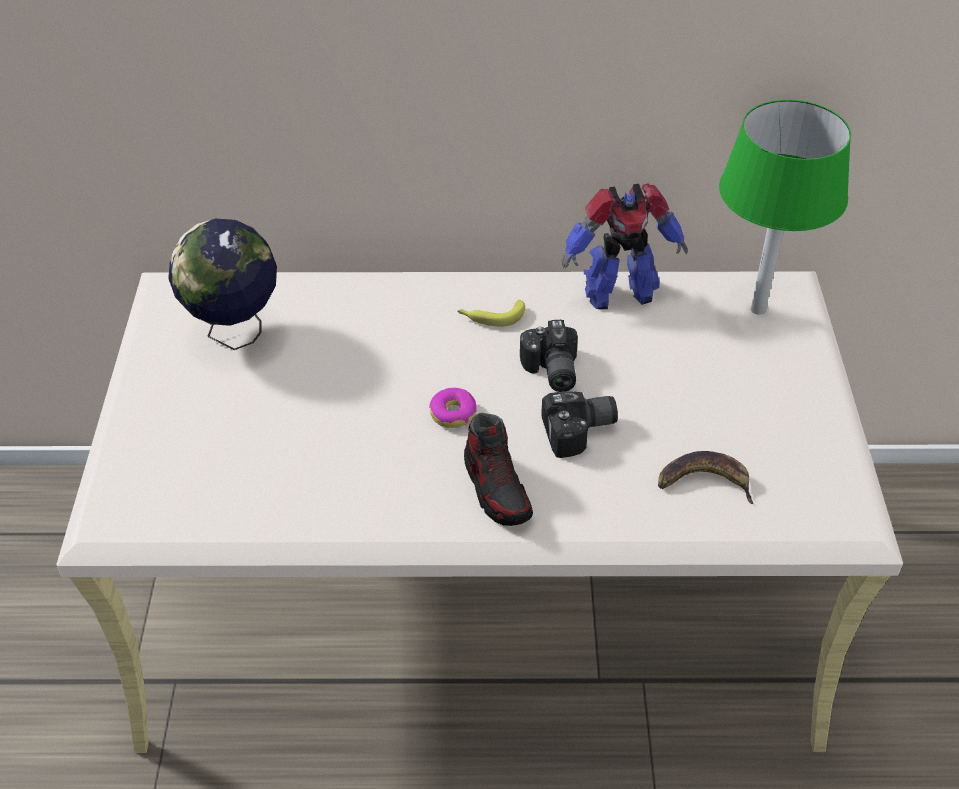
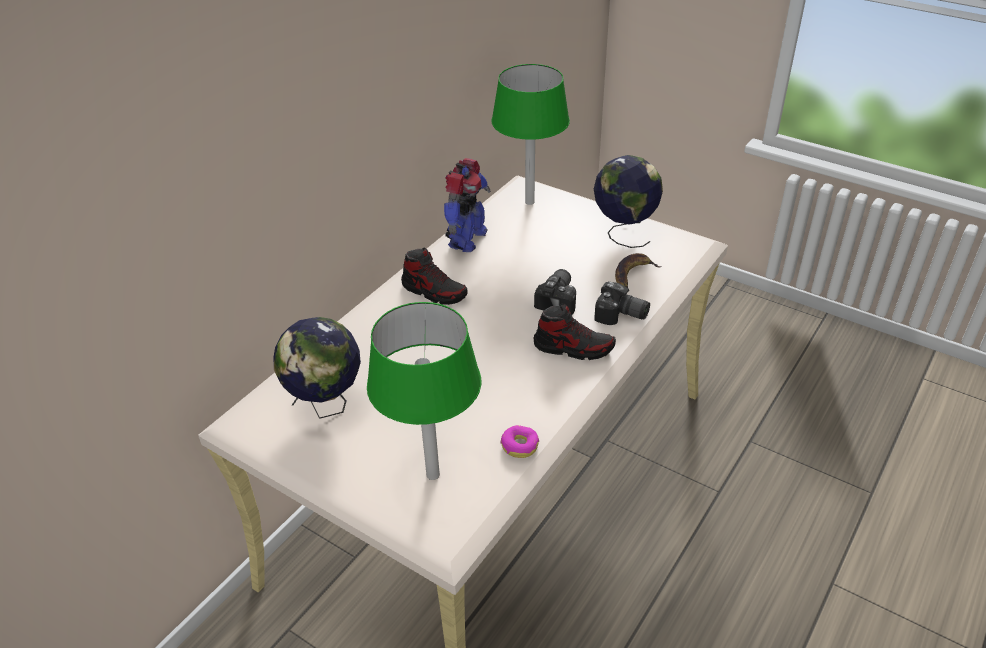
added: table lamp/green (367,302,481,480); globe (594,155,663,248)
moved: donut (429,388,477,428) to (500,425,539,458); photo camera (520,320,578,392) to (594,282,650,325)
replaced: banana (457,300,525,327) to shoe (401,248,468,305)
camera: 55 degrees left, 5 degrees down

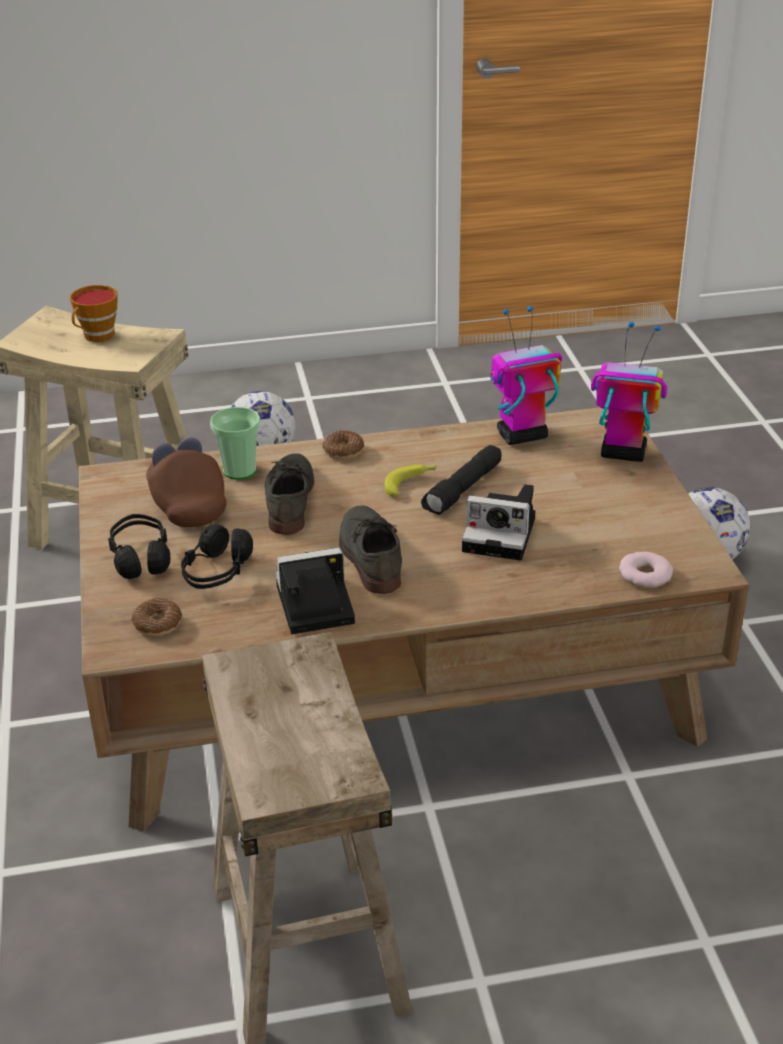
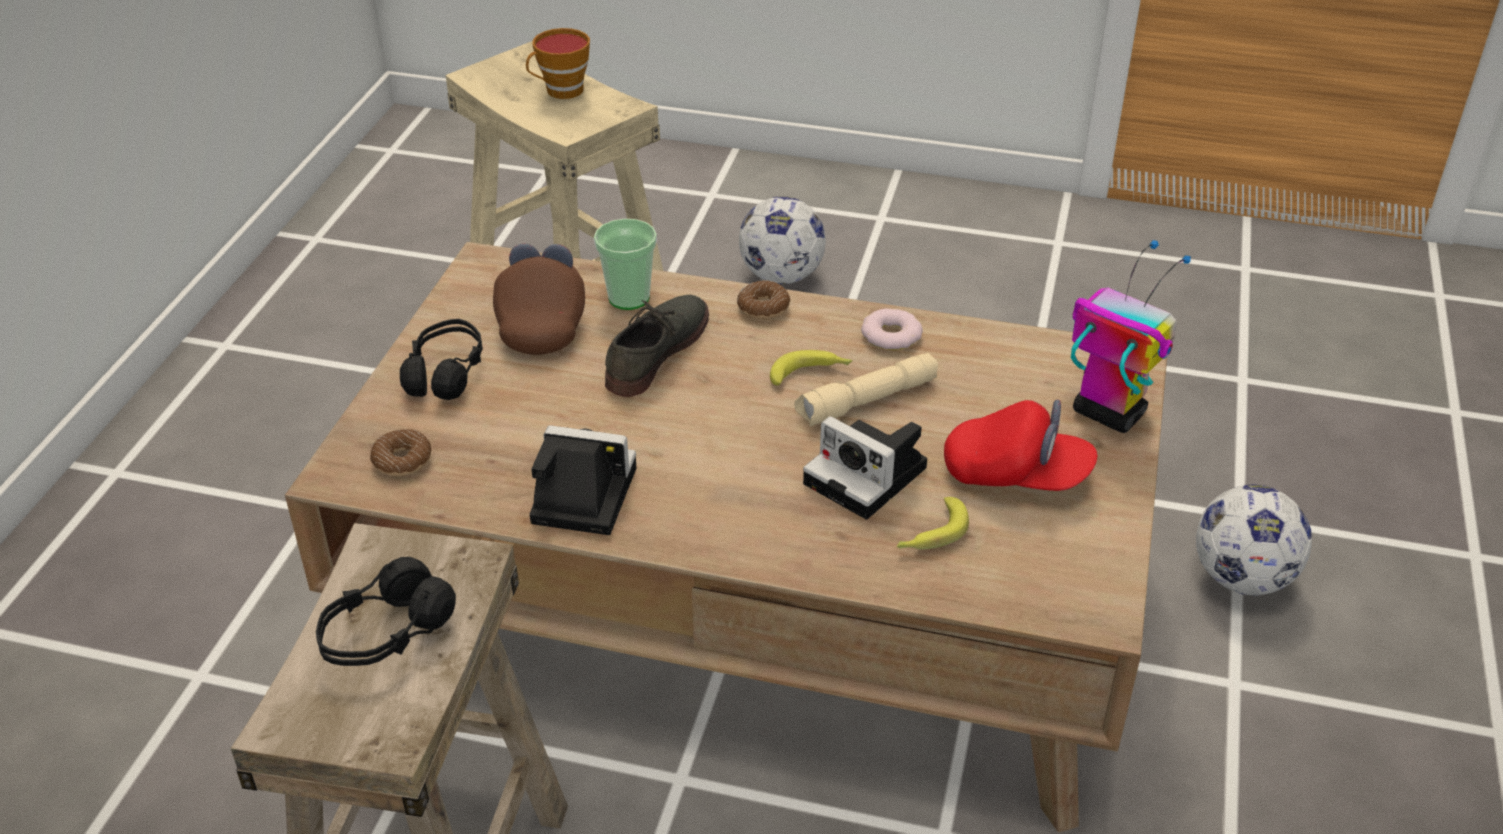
removed: shoe/grey (339,505,402,594); toy robot (490,306,562,445)
added: banana (897,497,969,550); cap/red (944,400,1098,491)
moved: headphones/black (181,524,253,589) to (316,557,456,666); donut (619,552,673,588) to (861,309,923,350)
recoloured: flashlight/black (421,445,501,515) to flashlight/beige (794,353,938,427)
camera: 25 degrees right, 5 degrees up

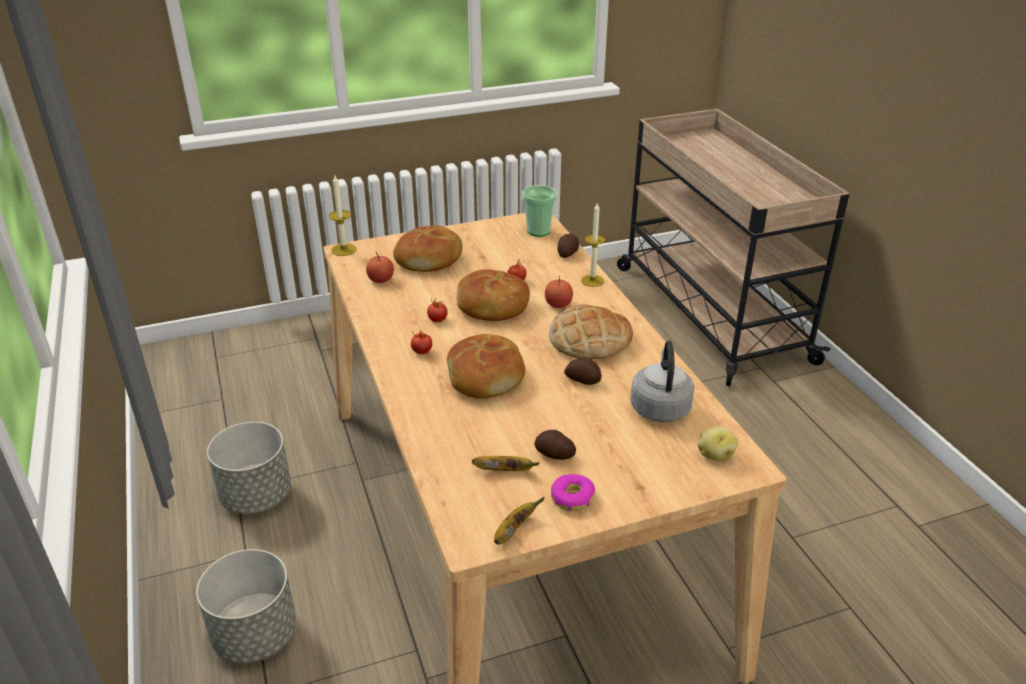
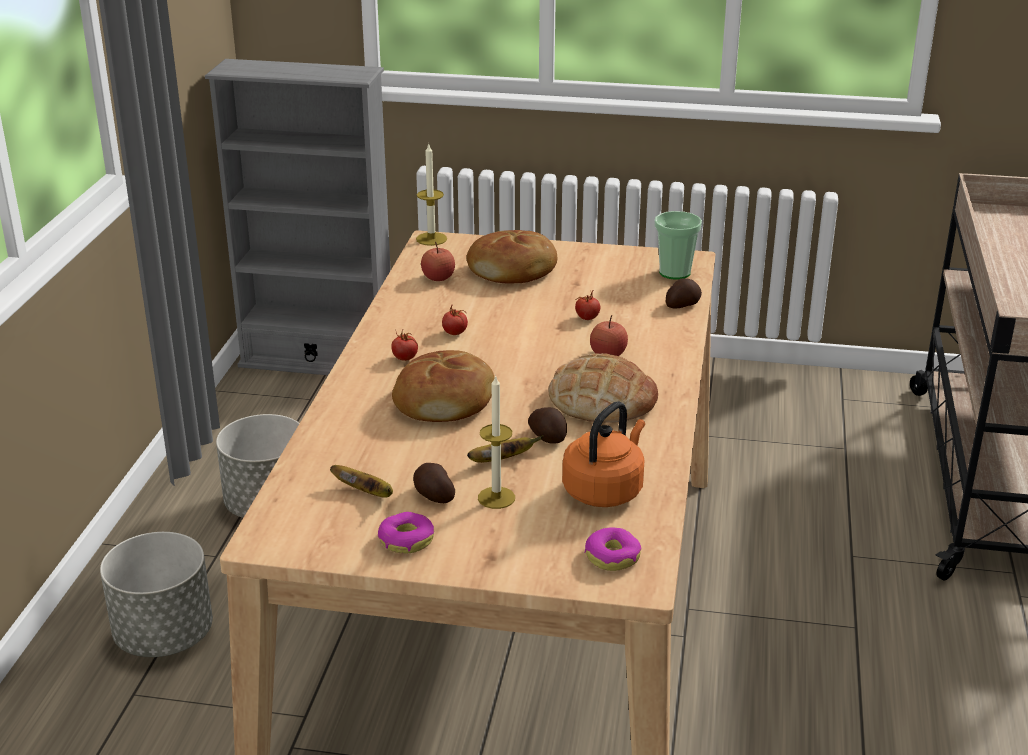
removed: bread (457,269,530,321)
added: bookcase/grey (205,59,391,375)
moved: banana (494,497,545,544) to (467,435,543,463); candle (581,202,605,287) to (478,375,515,509)
replaced: potato (698,426,738,461) to donut (585,527,642,571)
recoloured: kettle/grey (630,341,694,422) to kettle/orange (562,401,645,507)
camera: 30 degrees right, 5 degrees down

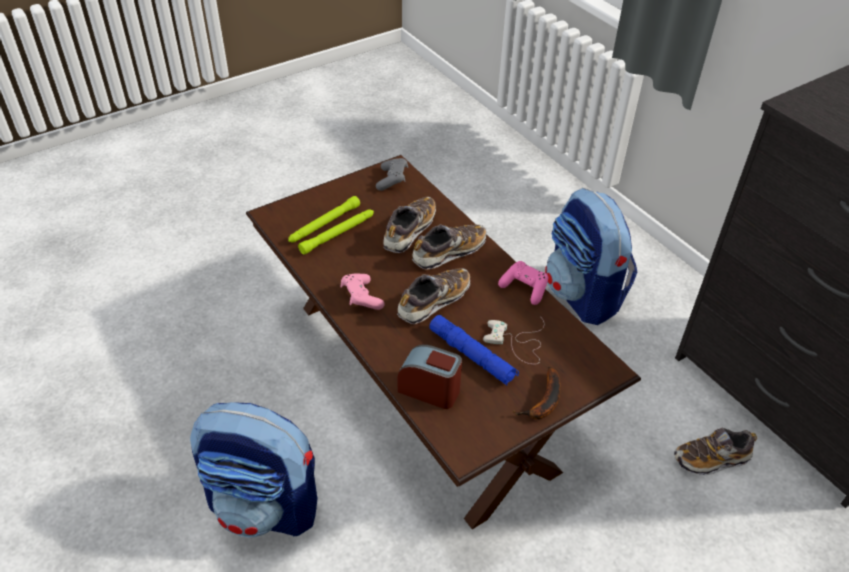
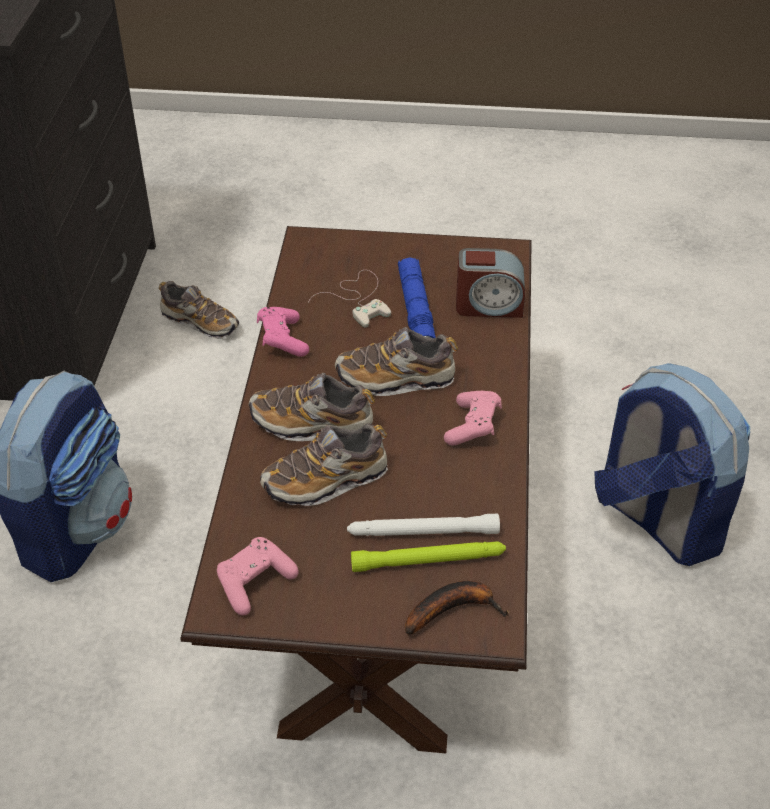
moved: banana (512,367,561,419) to (405,581,509,636)
recoloured: flashlight/green (298,209,374,254) to flashlight/white (347,514,500,536); game controller/grey (376,158,408,191) to game controller/pink (217,537,299,615)
turned: alarm clock (398,345,462,409) = (456,248,525,318) 60 degrees counterclockwise
camera: 140 degrees left, 0 degrees up

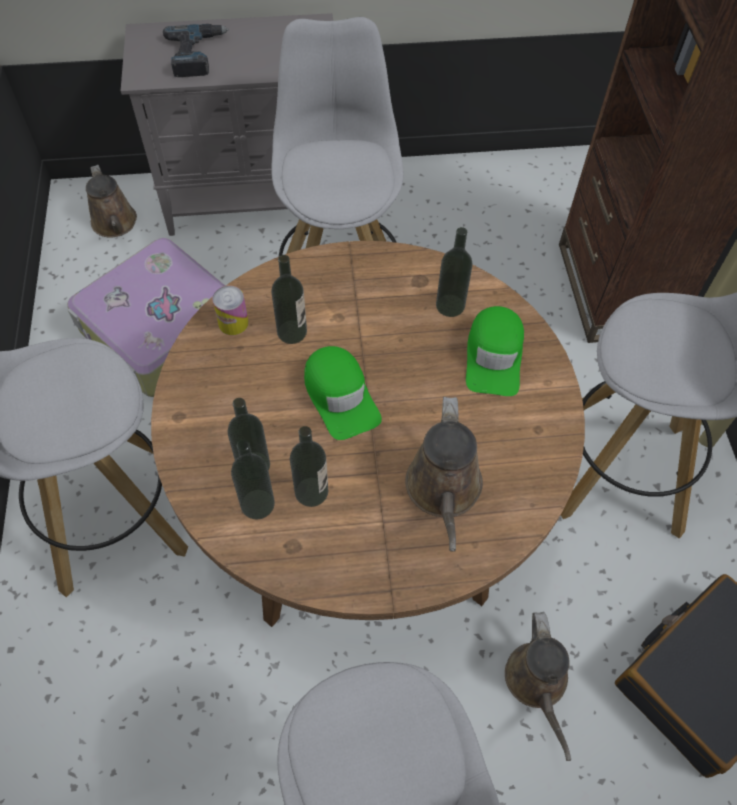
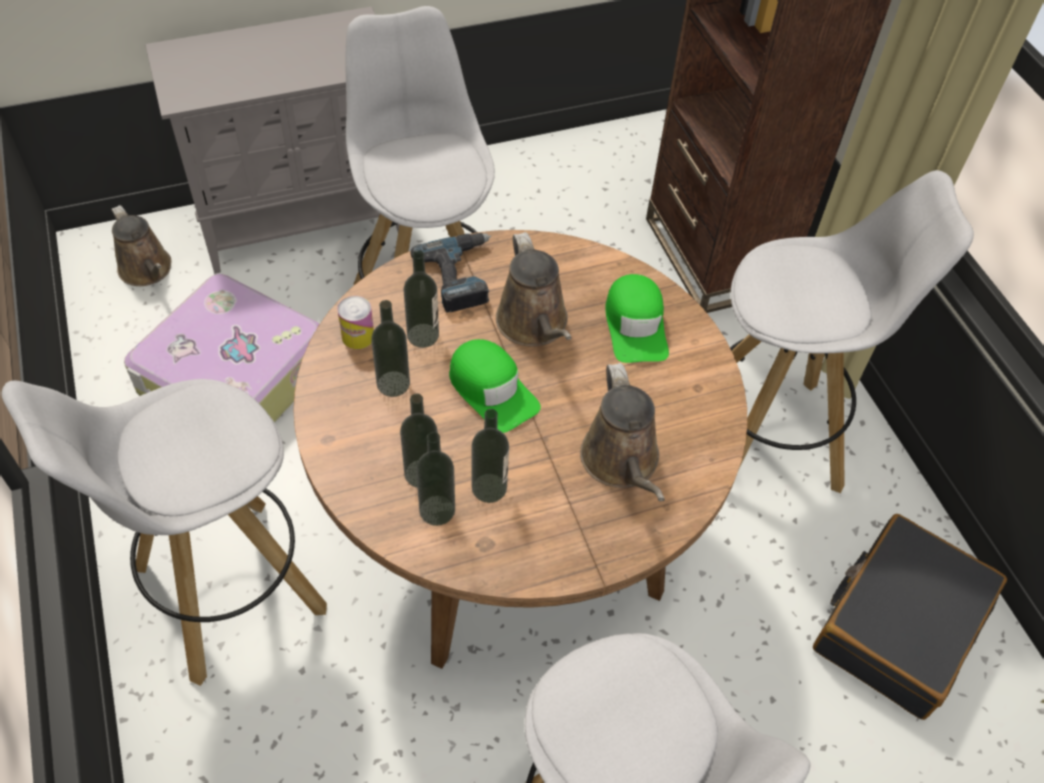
moved: power drill (163,24,229,77) to (410,233,491,313); bottle (436,227,473,317) to (371,300,410,397); watering can/brown (505,612,571,761) to (496,232,572,347)
camera: 15 degrees left, 5 degrees down

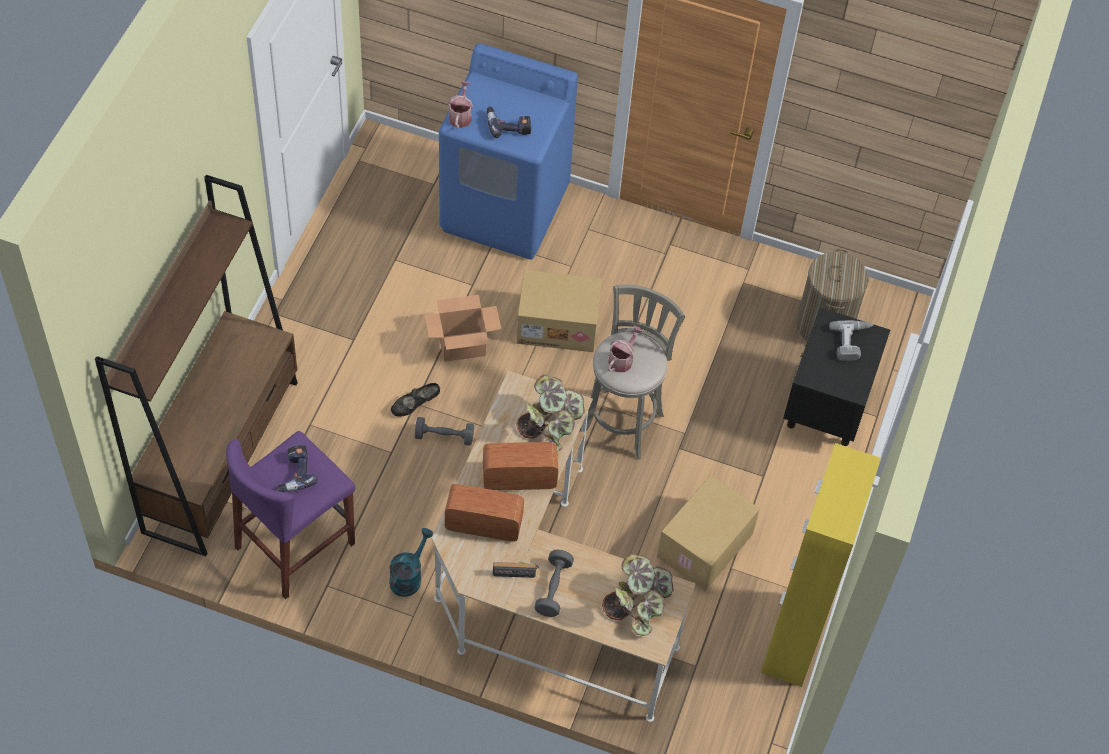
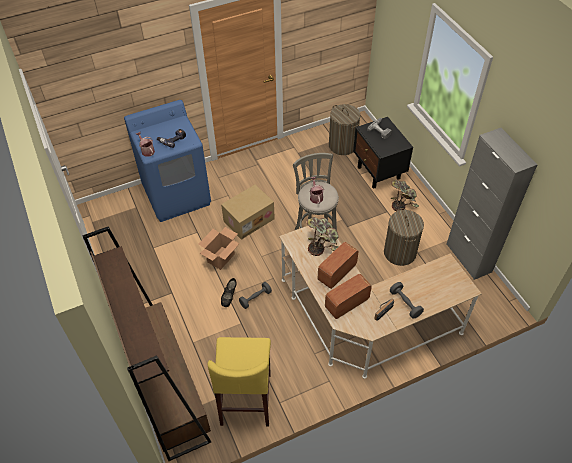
removed: power drill (275,445,317,492); watering can/turquoise (389,528,433,597)
moved: potted plant (602,553,674,636) to (391,180,419,211)
replaced: cardboard box (657,475,760,591) to laundry basket (384,208,424,266)
recoloured: stool/purple (226,431,355,599) to stool/yellow (208,337,271,426); cabinet/yellow (761,443,881,687) to cabinet/grey (446,128,538,280)
camera: 40 degrees left, 5 degrees down

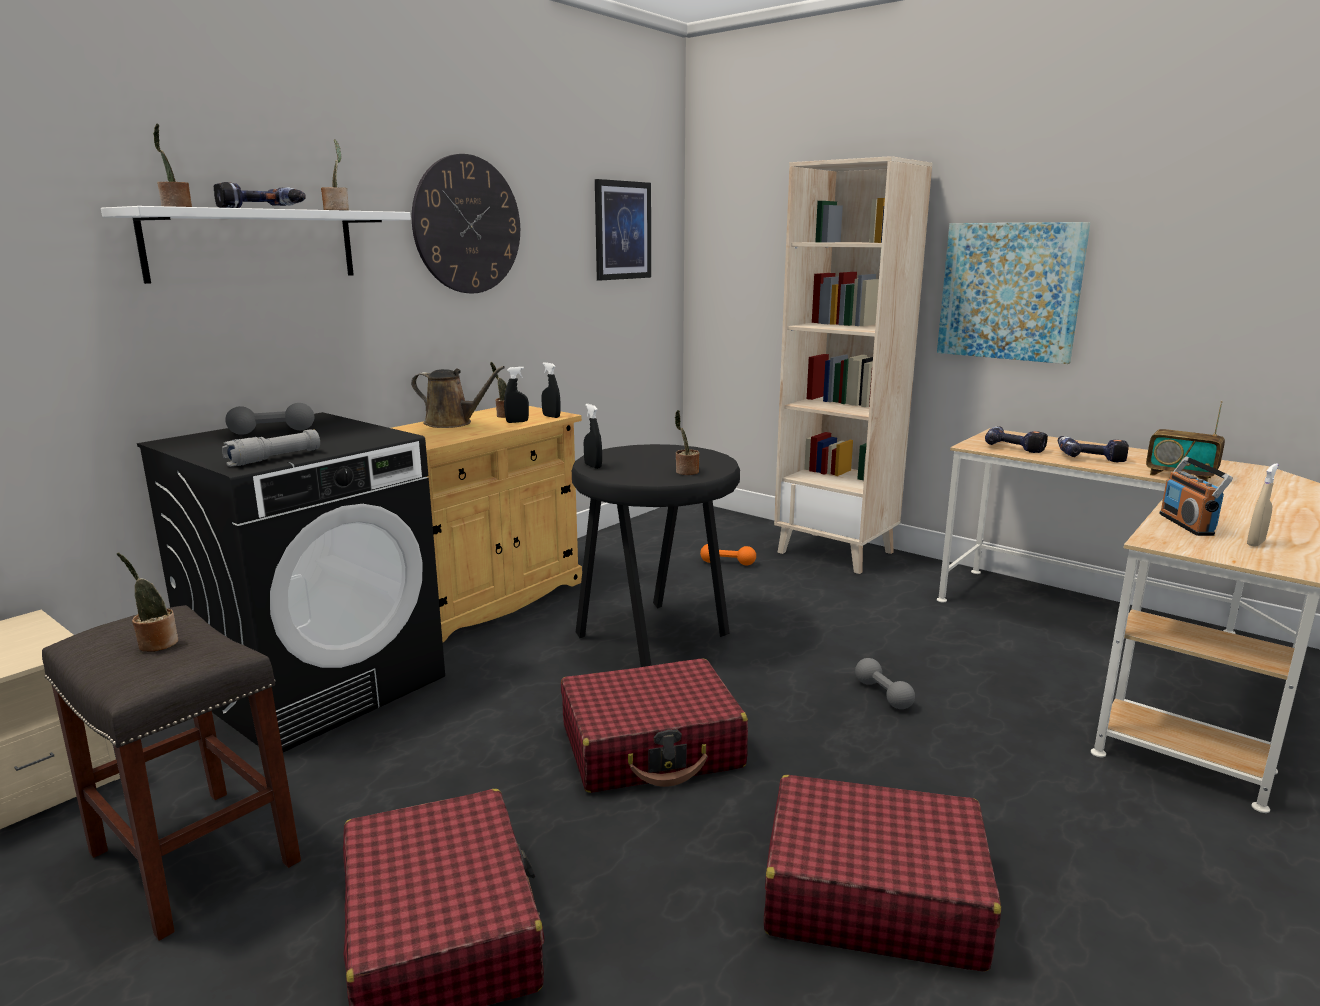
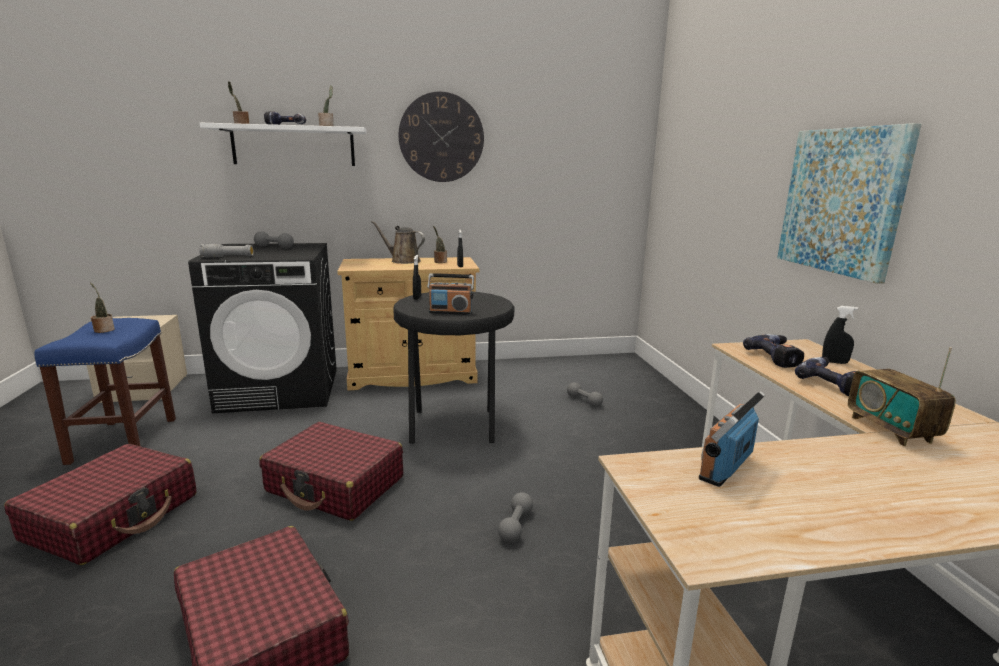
removed: picture (595,179,651,281); bookcase/beige (774,156,932,574); spray bottle/beige (1247,463,1278,547)
moved: spray bottle/black (504,366,529,423) to (822,306,858,364)
replaced: potted plant (675,410,699,475) to radio (427,273,474,315)
recoloured: stool/grey (42,605,301,941) to stool/blue (34,318,176,465); dumbbell/orange (700,544,756,565) to dumbbell/grey (567,382,603,407)
turned: watering can/brown (411,366,505,428) = (371,221,425,264) 150 degrees clockwise
camera: 40 degrees right, 0 degrees up

